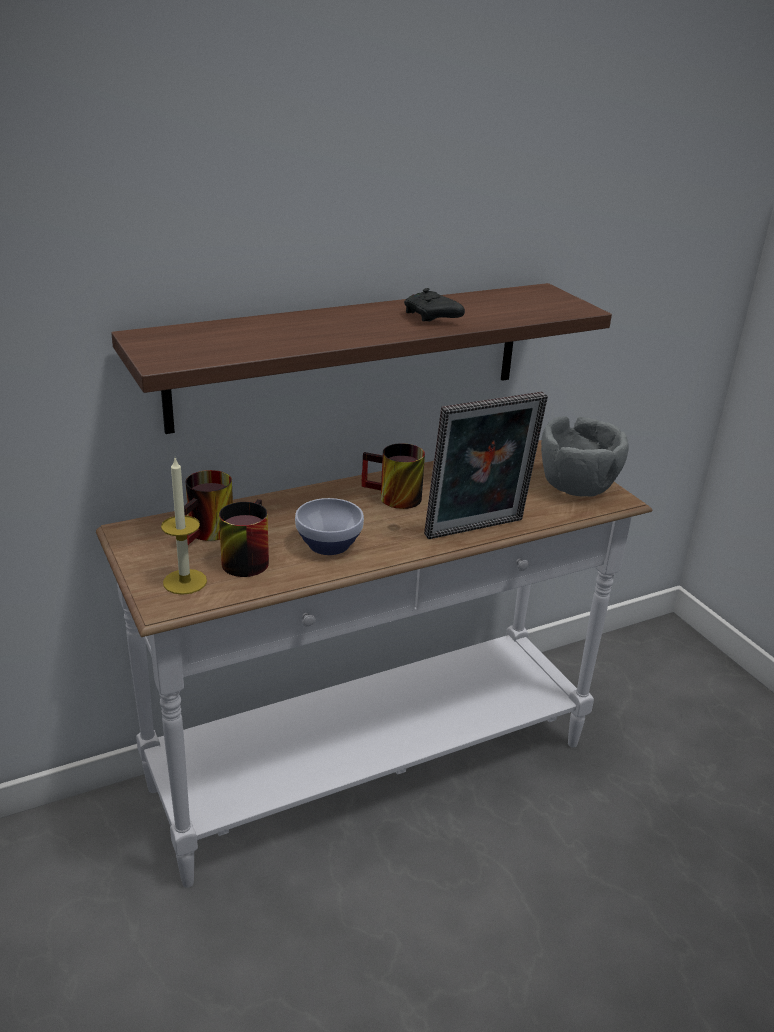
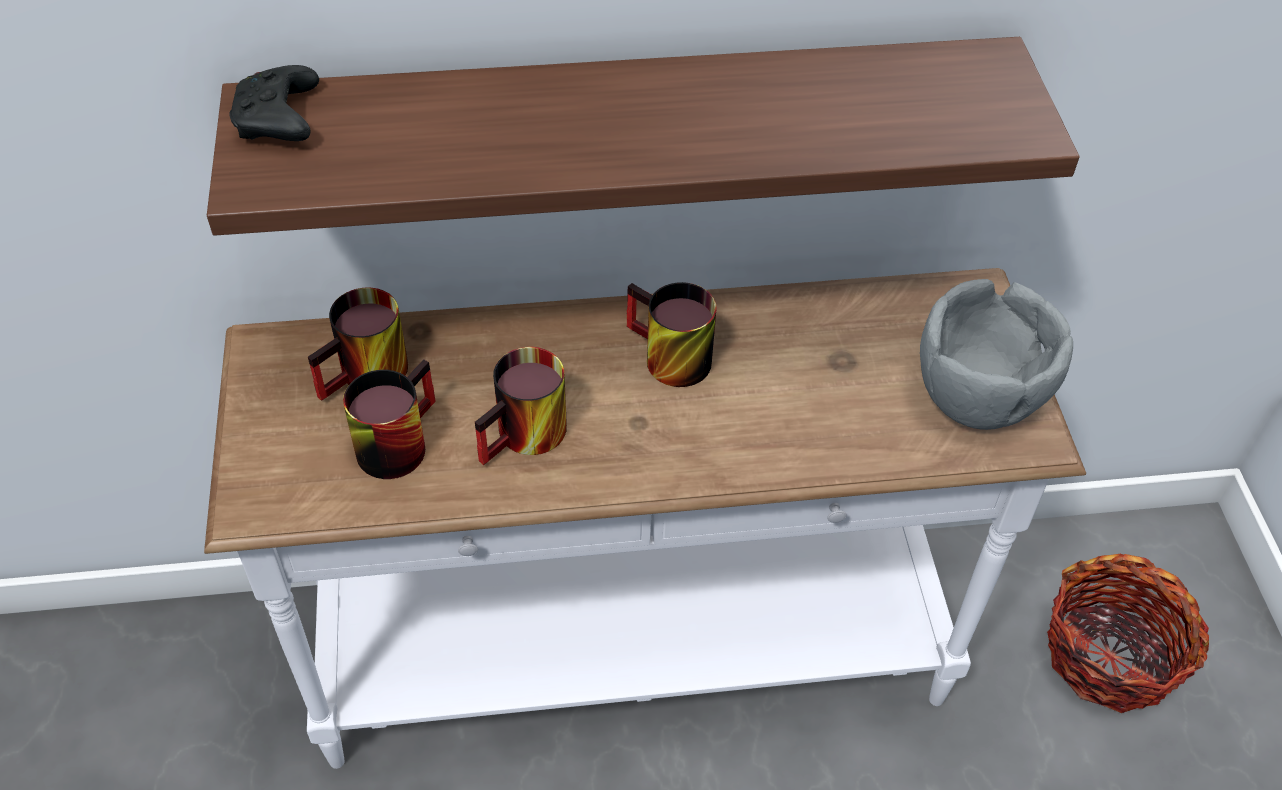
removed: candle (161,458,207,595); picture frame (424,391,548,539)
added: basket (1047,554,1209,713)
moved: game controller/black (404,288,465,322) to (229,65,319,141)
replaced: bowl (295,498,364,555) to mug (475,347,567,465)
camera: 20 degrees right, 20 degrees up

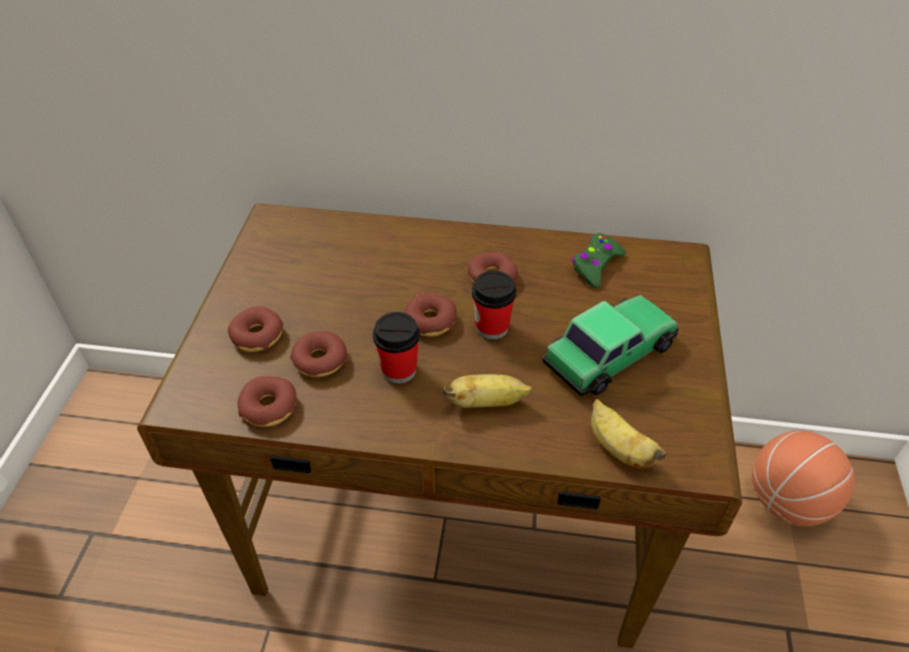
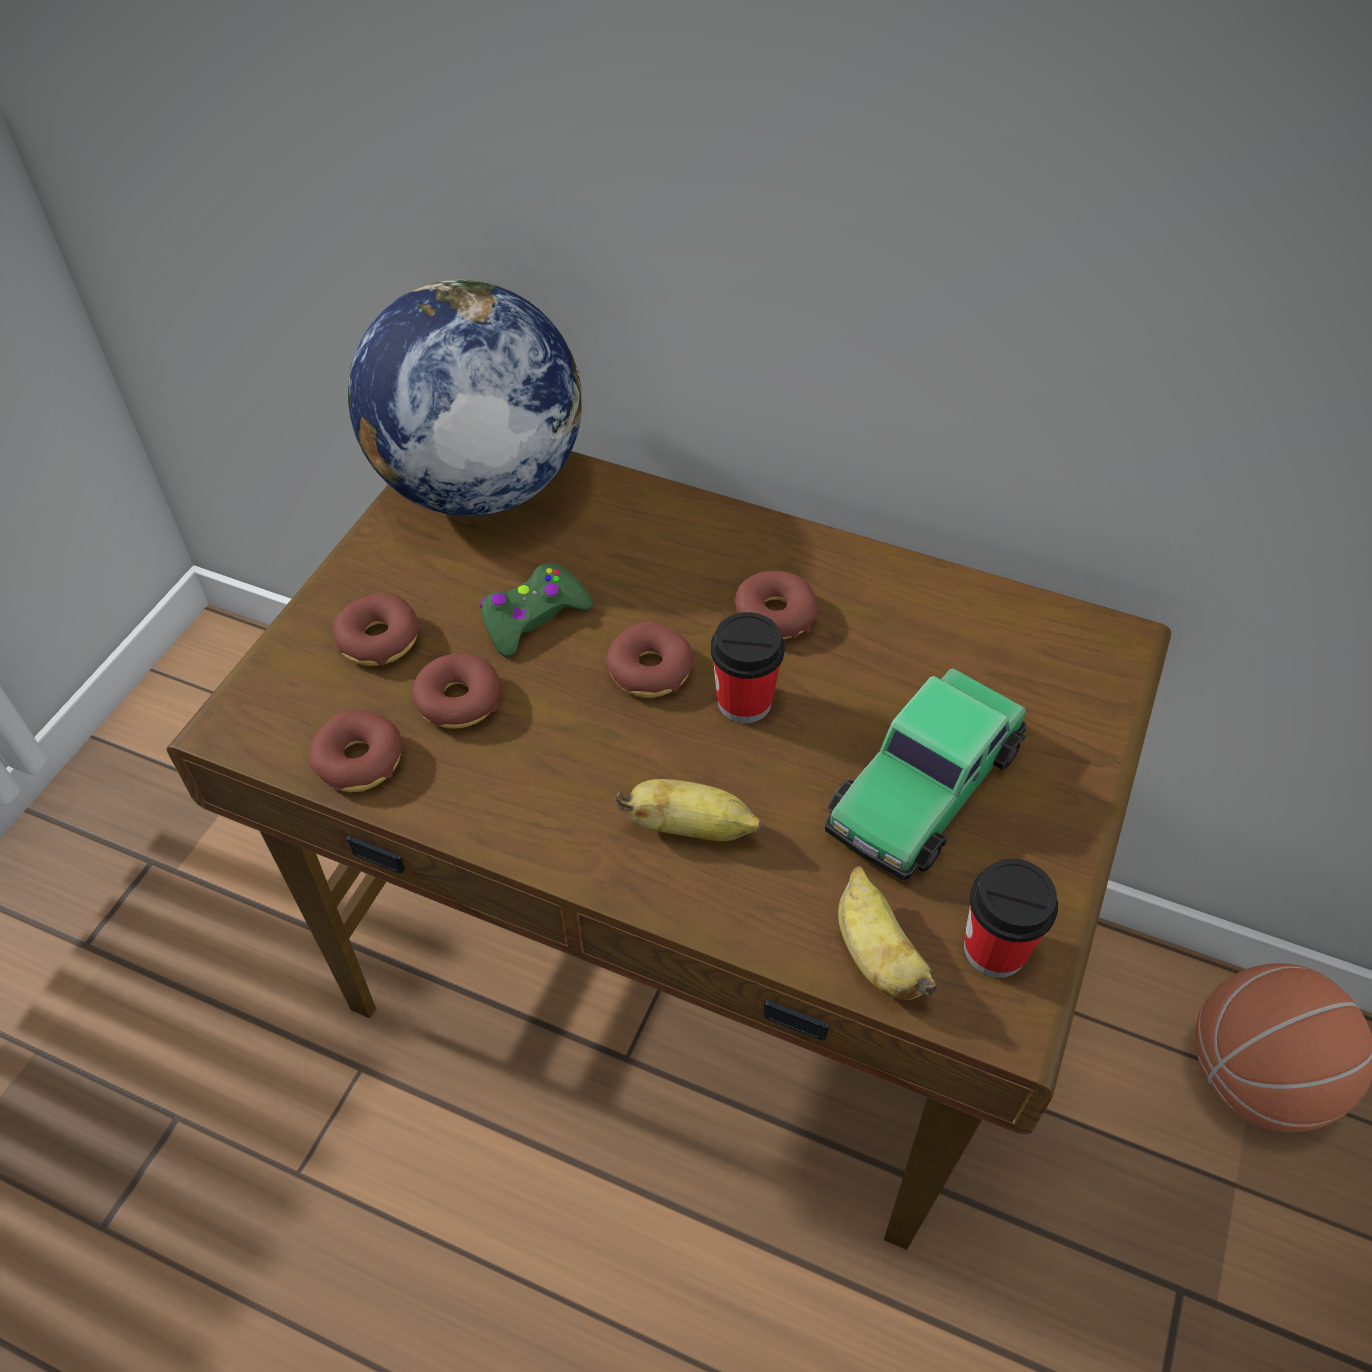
added: globe (348,279,582,516)
moved: cup (373,312,420,384) to (964,859,1058,978); game controller/green (572,233,626,288) to (480,562,593,657)
turned: toy car (542,295,679,396) = (825,669,1026,881) 150 degrees clockwise
camera: 15 degrees right, 5 degrees up

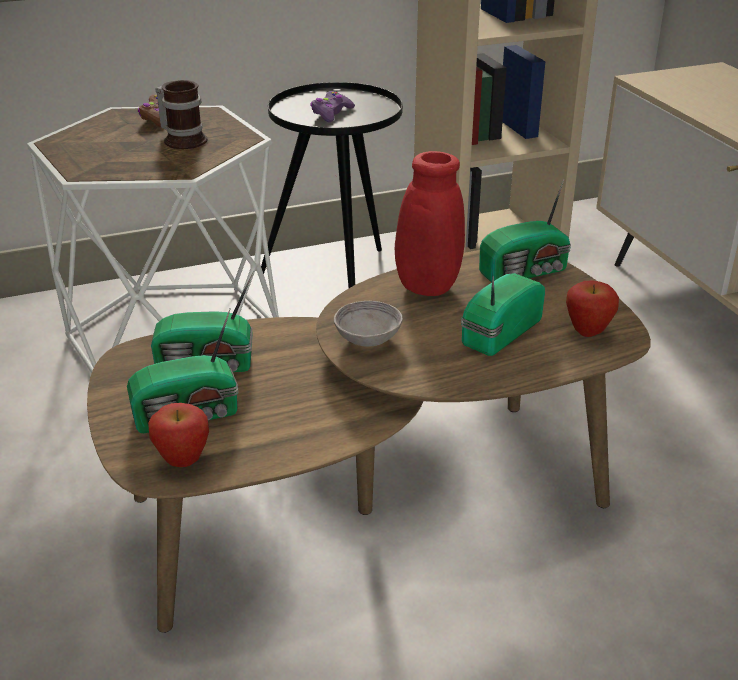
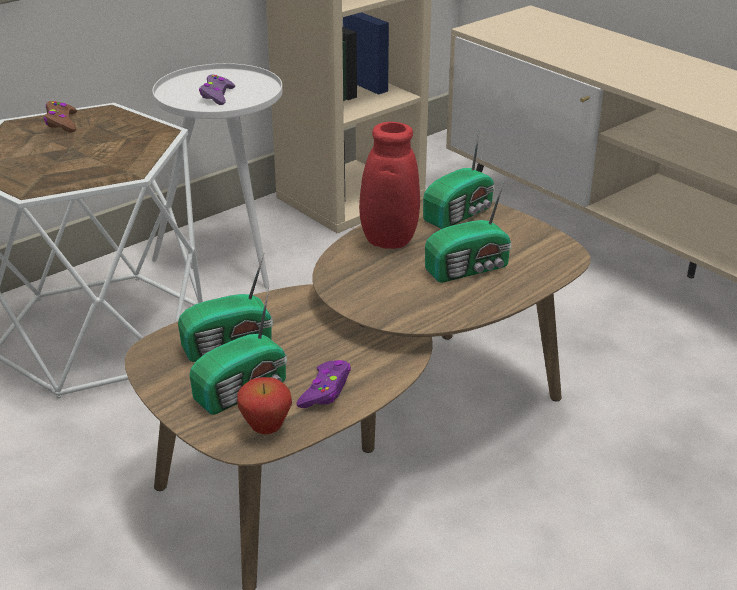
removed: mug (156,80,208,149); bowl/grey (334,301,403,347); apple (566,280,619,337)
added: game controller/purple (296,360,351,408)
recoloured: side table/black (261,82,403,288) to side table/white (152,63,283,288)
turned: radio (461,273,545,356) = (425,181,512,283) 135 degrees counterclockwise
camera: 20 degrees left, 0 degrees up

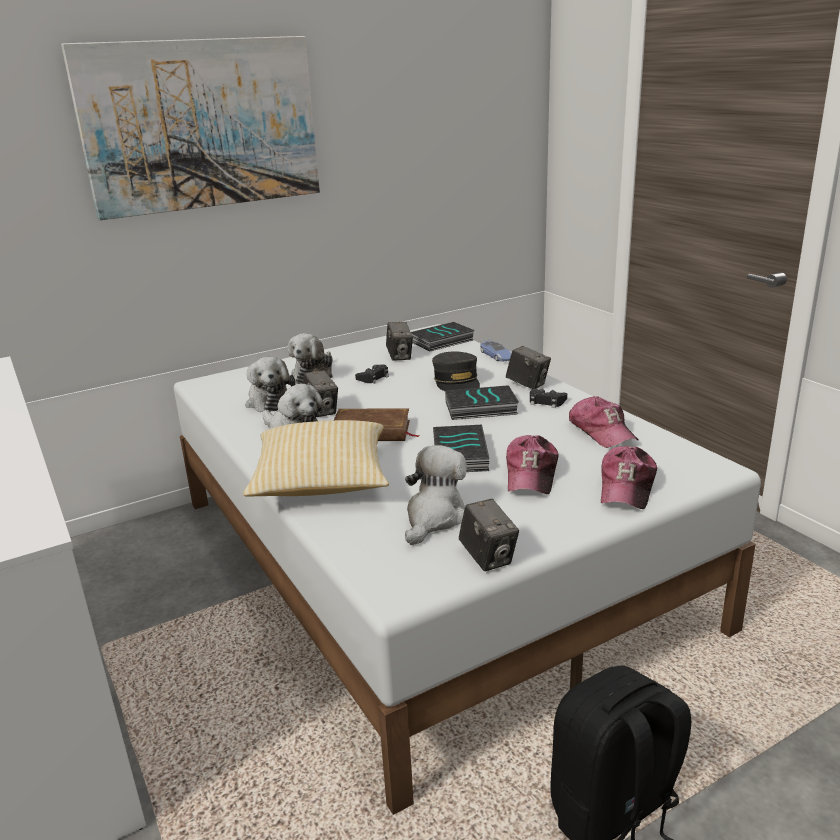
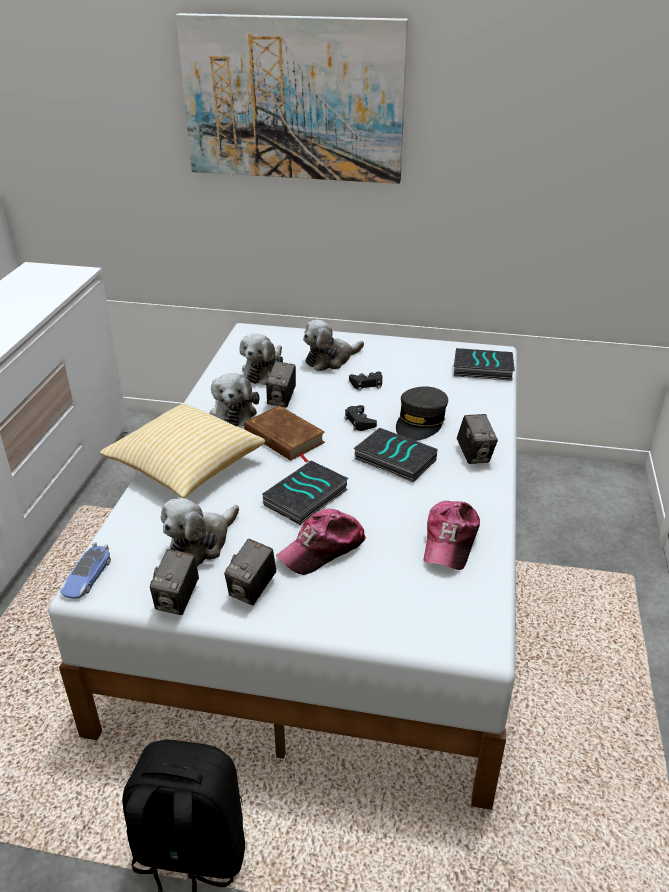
removed: cap (601,446,657,509)
moved: photo camera (386,322,413,361) to (224,539,276,605); toy car (480,338,512,362) to (60,542,111,599); game controller/black (530,388,567,408) to (344,405,377,431)
turned: plush toy (405,445,467,545) = (161,498,239,566) 150 degrees clockwise
camera: 40 degrees right, 10 degrees up

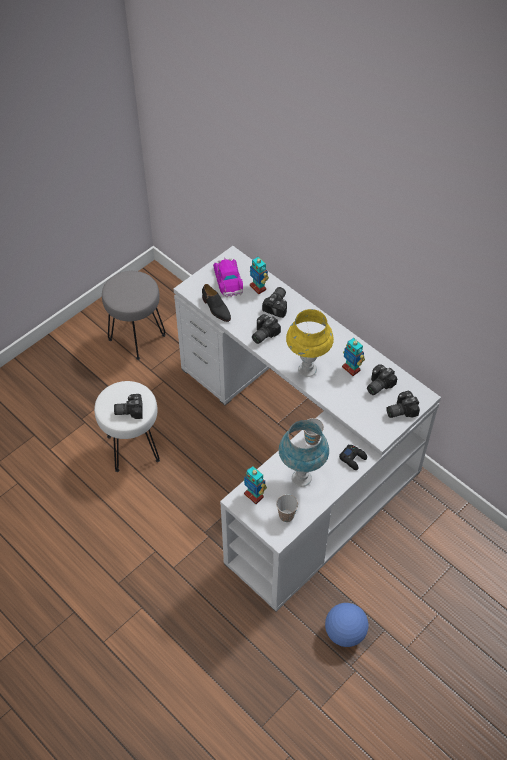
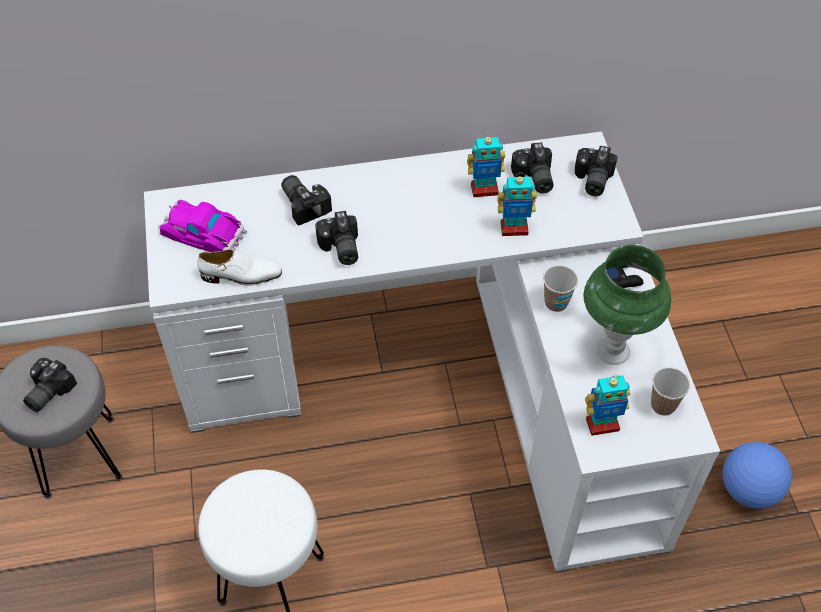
removed: table lamp/yellow (286,309,334,377)
moved: photo camera (114,394,143,419) to (23,358,77,412); toy robot (250,257,269,295) to (497,173,537,236)
recoloured: shoe/black (202,284,231,322) to shoe/white (197,249,282,286); table lamp/blue (279,420,329,487) to table lamp/green (583,245,671,365)
camera: 55 degrees left, 0 degrees up

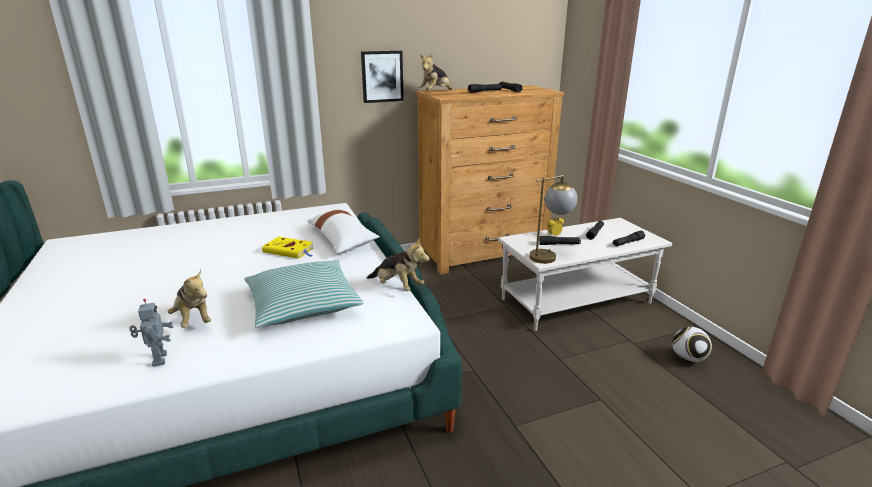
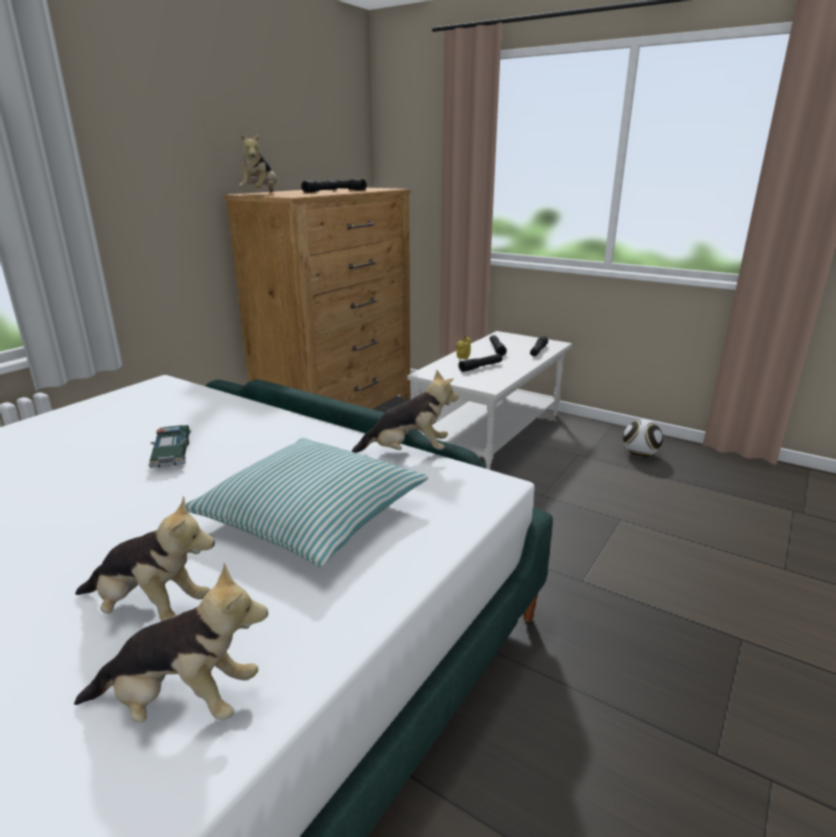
removed: pillow/white (307,208,380,253); picture (361,51,404,103); table lamp (530,175,577,264)
replaced: toy robot (129,299,174,367) to plush toy (74,563,268,723); book/yellow (262,236,314,258) to toy car (148,425,191,468)
camera: 35 degrees left, 0 degrees up

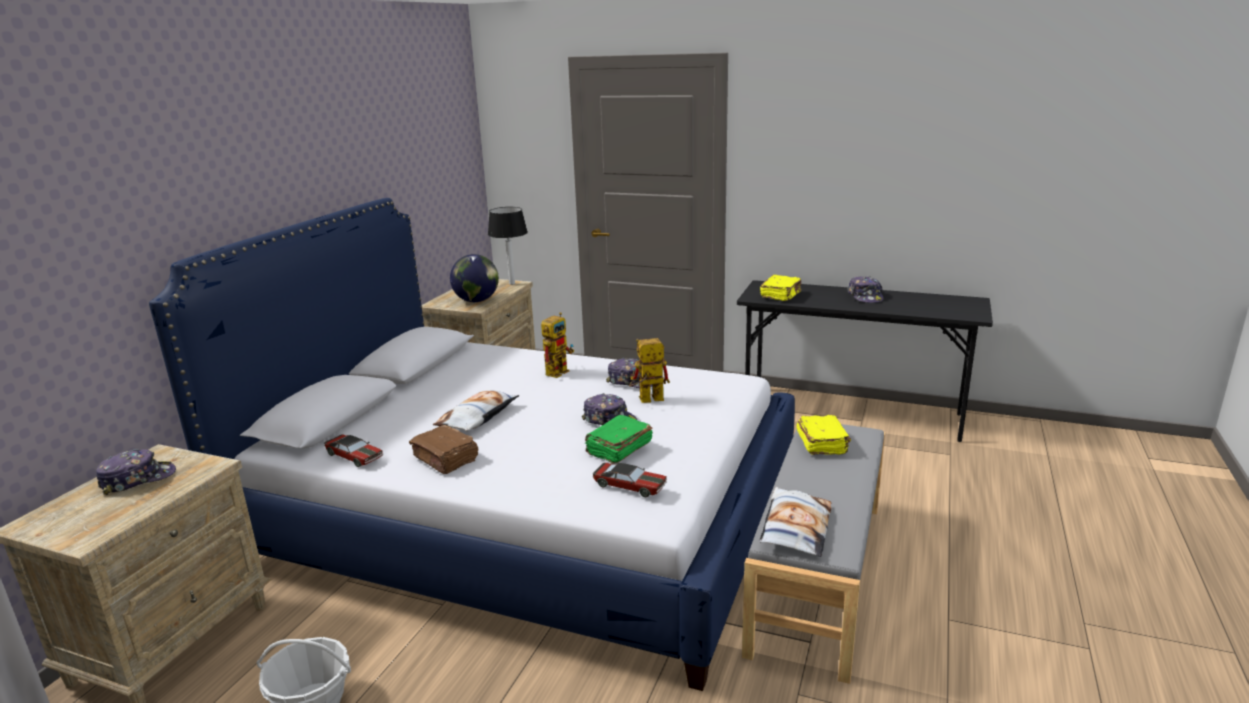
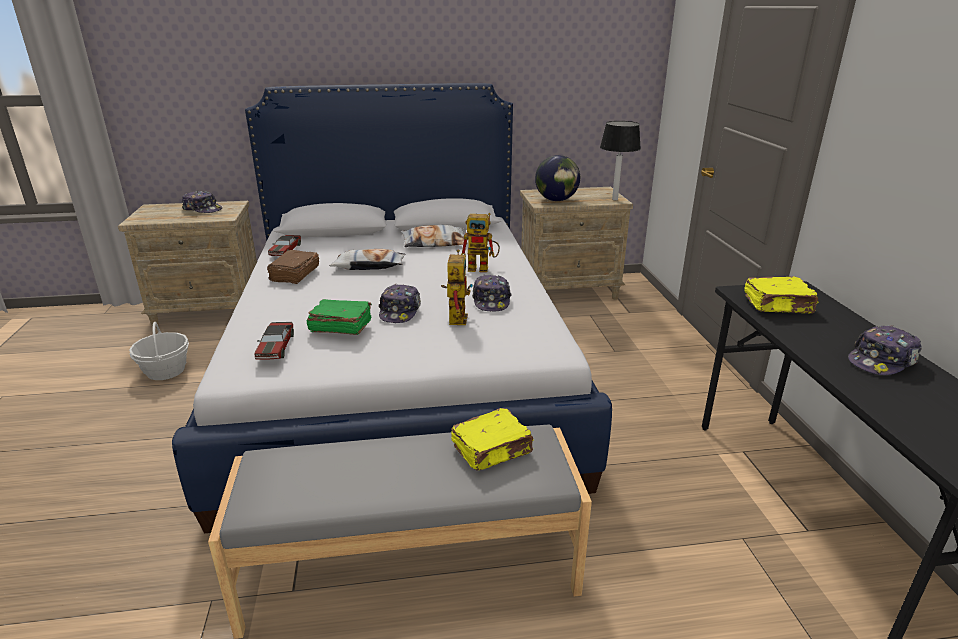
moved: pillow (759,487,831,557) to (401,225,468,247)
turned: toy robot (629,338,670,403) = (441,249,473,325) 45 degrees clockwise
camera: 60 degrees right, 5 degrees up

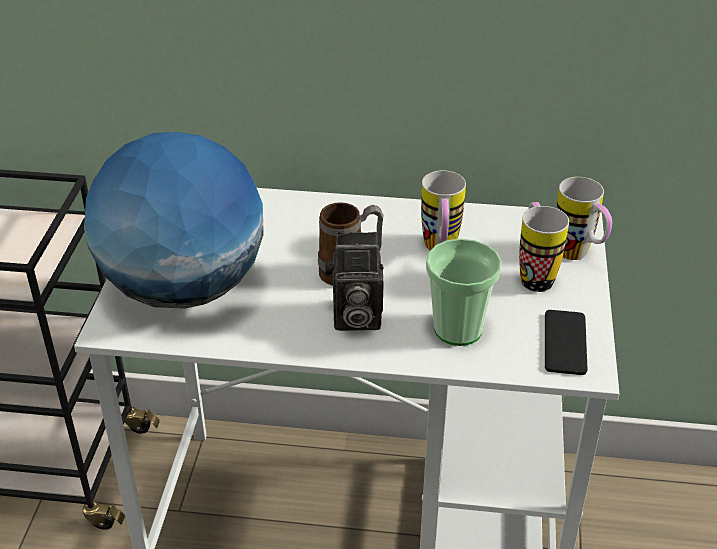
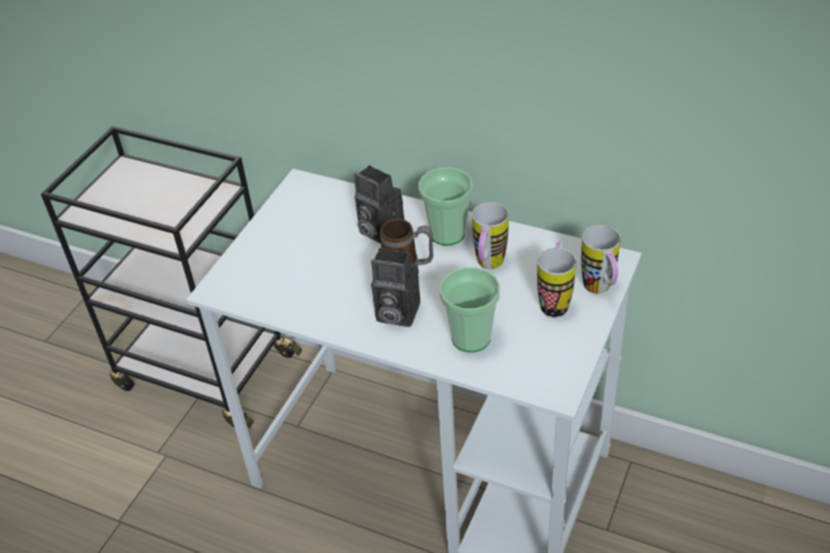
removed: globe (84,132,264,309); phone (545,310,588,375)
added: photo camera (354,165,405,244); cup (418,167,473,246)
camera: 20 degrees right, 5 degrees up

